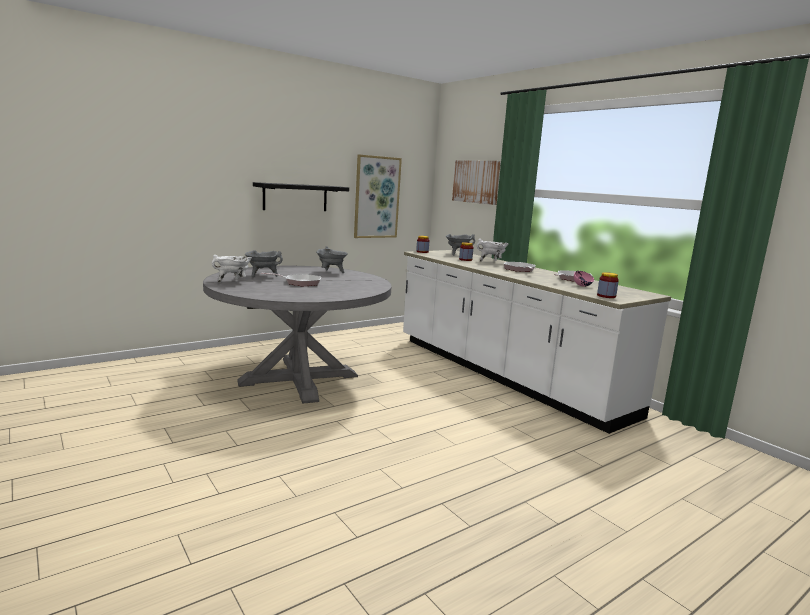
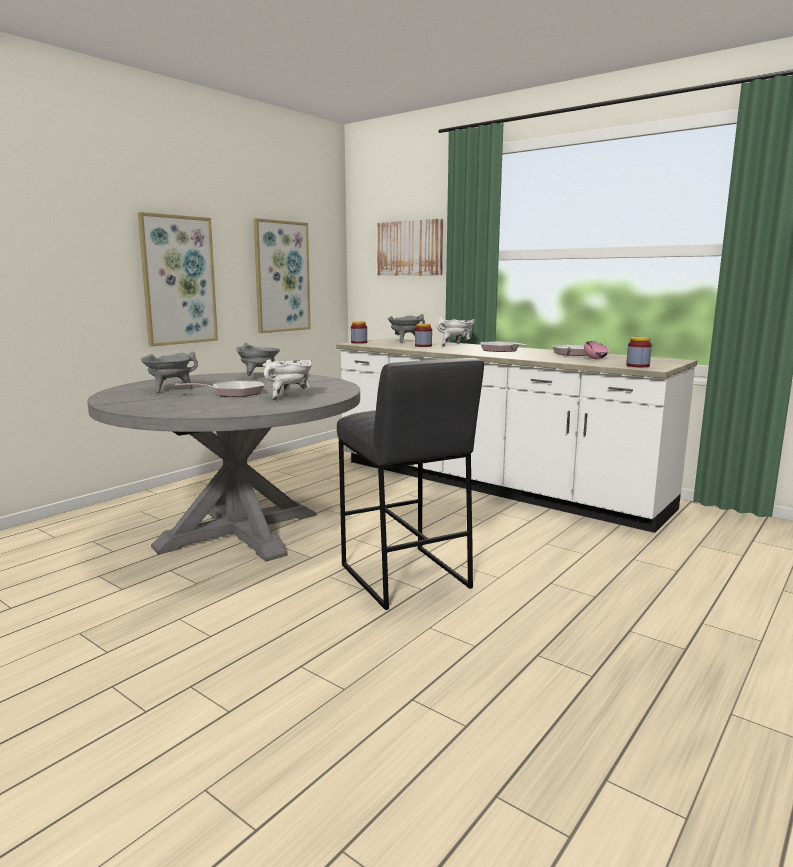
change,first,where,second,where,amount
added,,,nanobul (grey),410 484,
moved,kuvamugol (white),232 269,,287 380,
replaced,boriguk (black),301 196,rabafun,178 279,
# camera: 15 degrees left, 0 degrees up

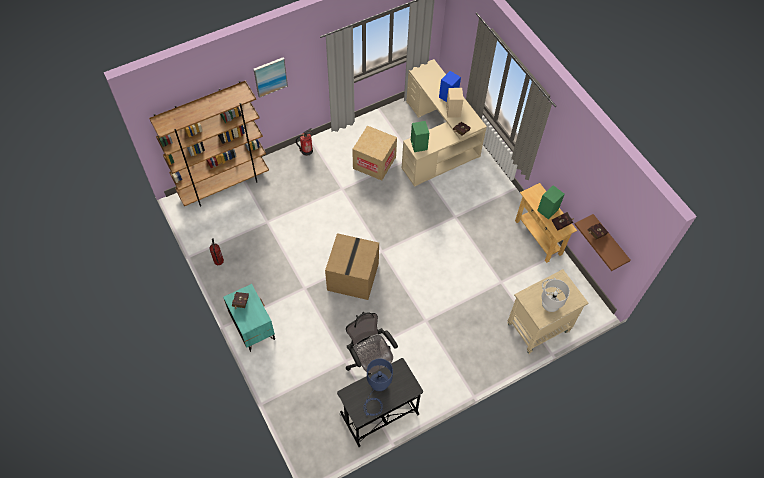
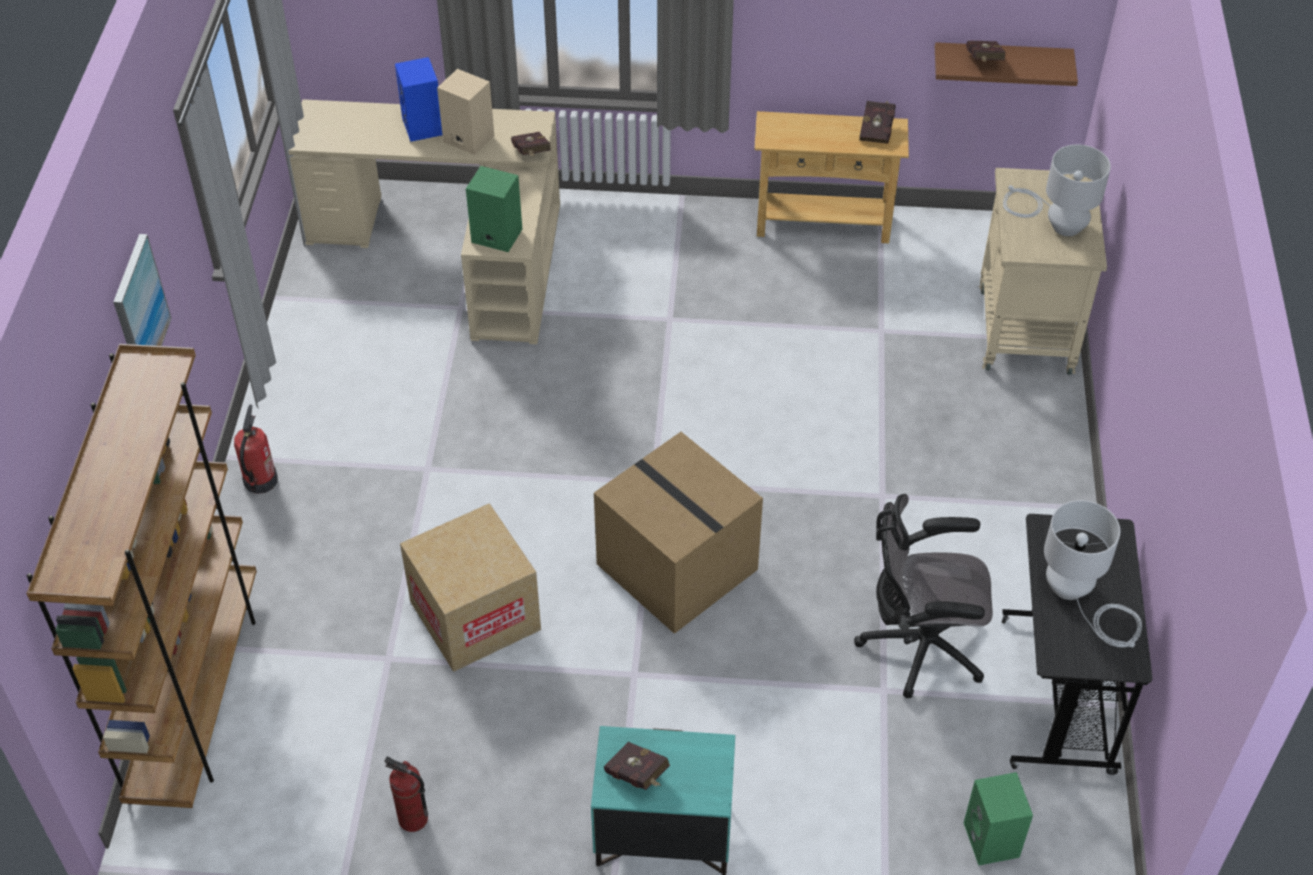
change,first,where,second,where,amount
moved,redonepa,374 153,,470 587,
moved,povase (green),551 202,,998 819,
recoloured,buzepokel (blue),378 387,buzepokel (grey),1093 574,
# camera: 55 degrees left, 10 degrees down

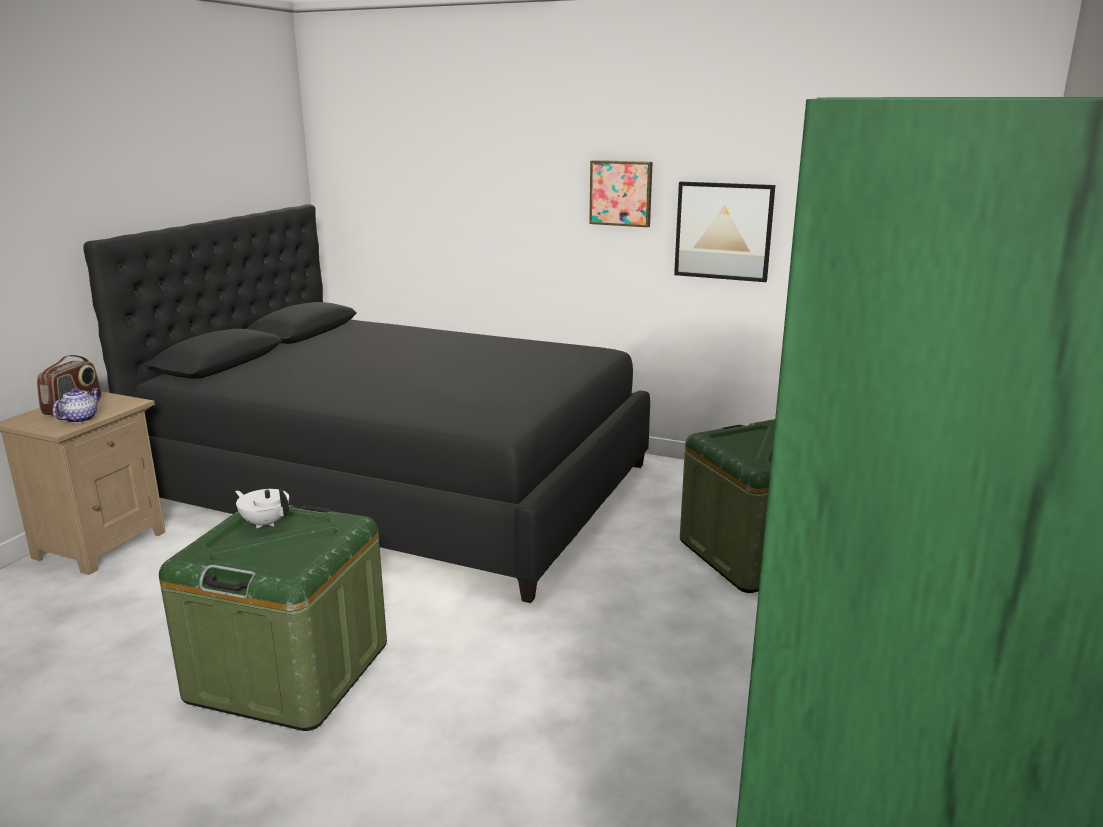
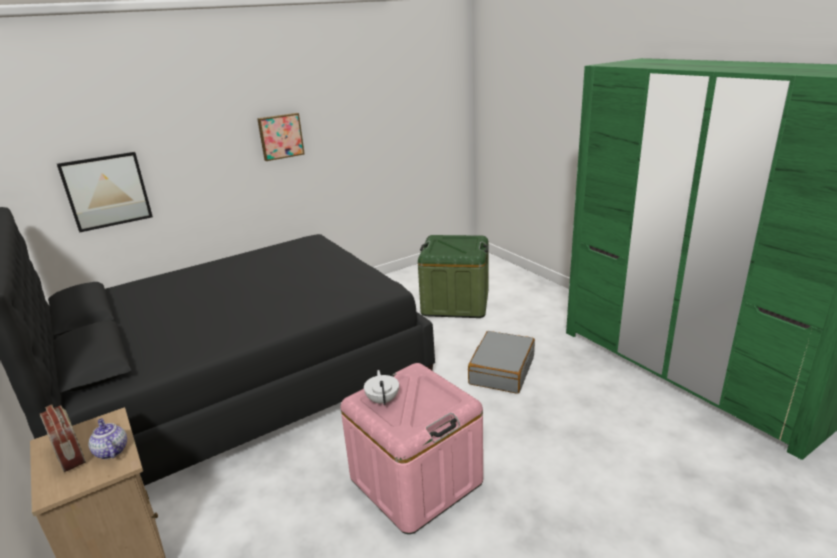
change,first,where,second,where,amount
added,,,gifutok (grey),501 362,
moved,rabafun,724 231,,105 192,
recoloured,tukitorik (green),273 618,tukitorik (pink),412 448,
turned,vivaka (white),262 508,,381 387,105 degrees clockwise
# camera: 55 degrees left, 5 degrees up

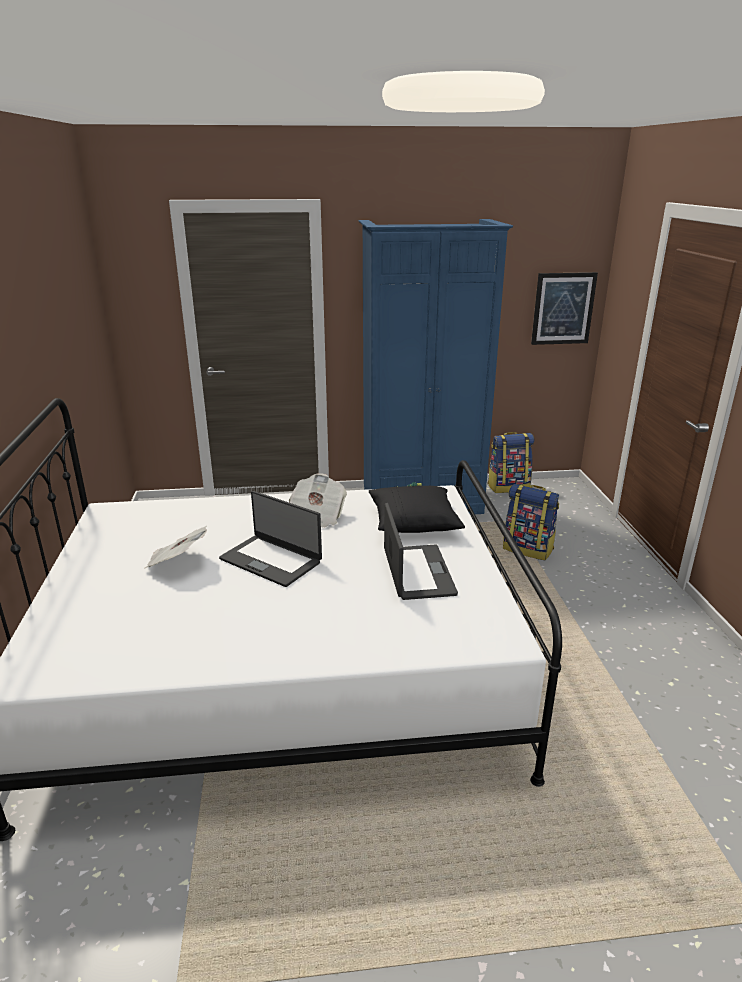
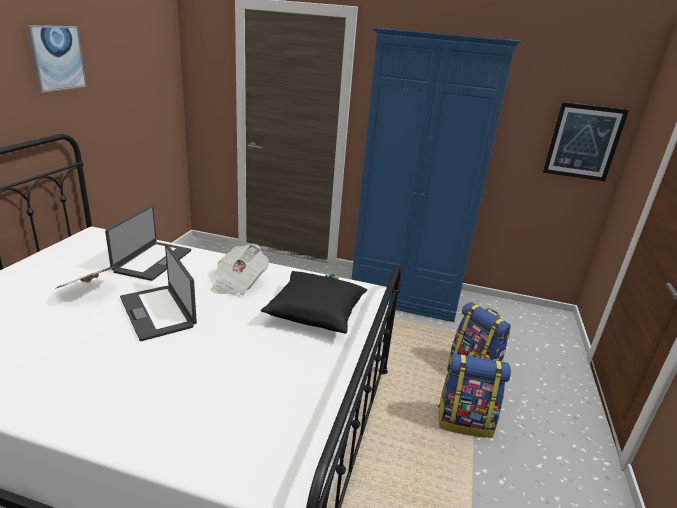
change,first,where,second,where,amount
added,,,rabafun,56 59,
moved,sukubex,421 551,,148 243,
moved,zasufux,510 462,,474 395,
# camera: 20 degrees right, 0 degrees up

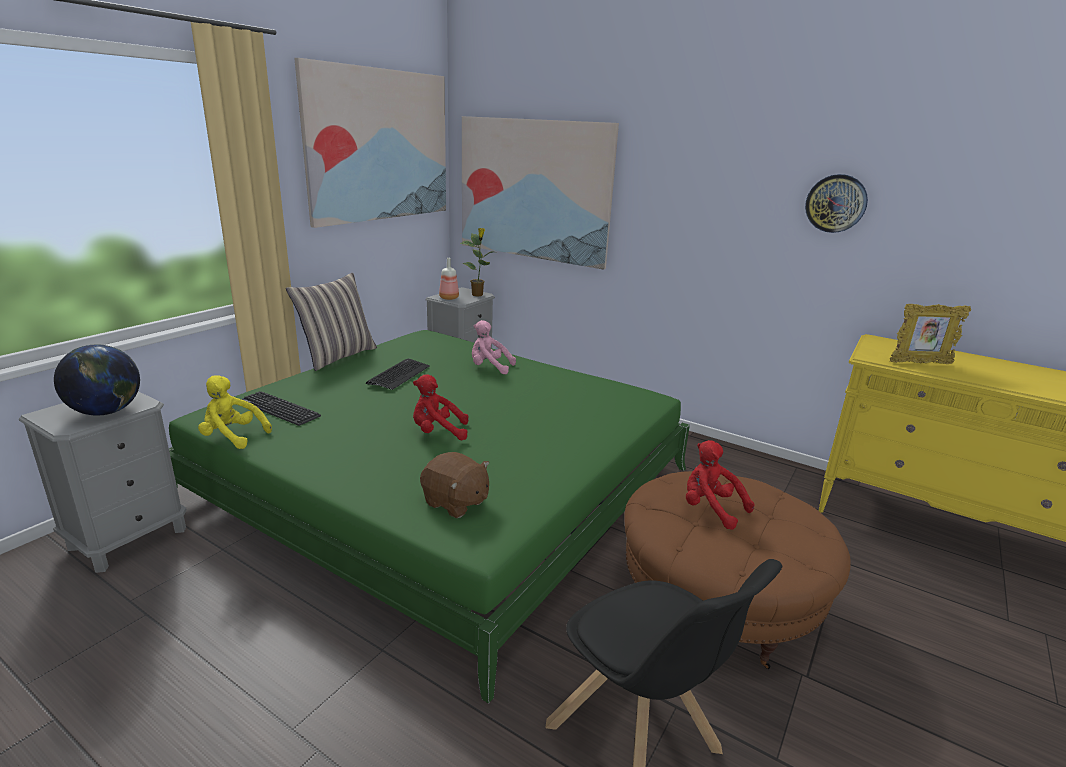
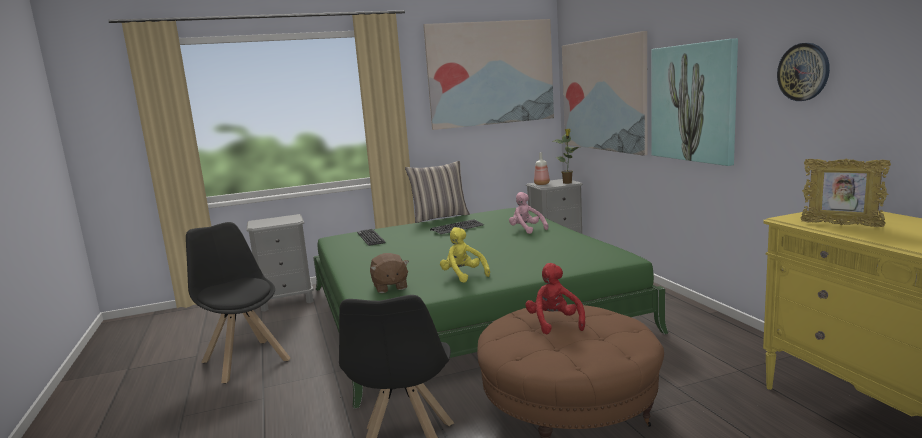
change,first,where,second,where,amount
removed,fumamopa,97 380,,,
removed,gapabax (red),441 407,,,
added,,,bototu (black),238 303,
added,,,rabafun,694 102,
moved,gapabax (yellow),235 412,,465 255,
# camera: 40 degrees right, 10 degrees down

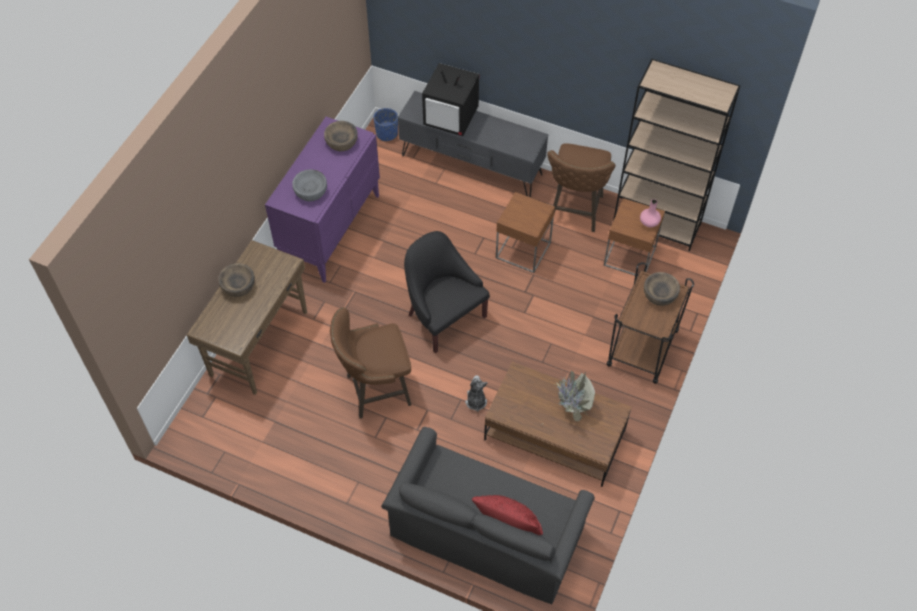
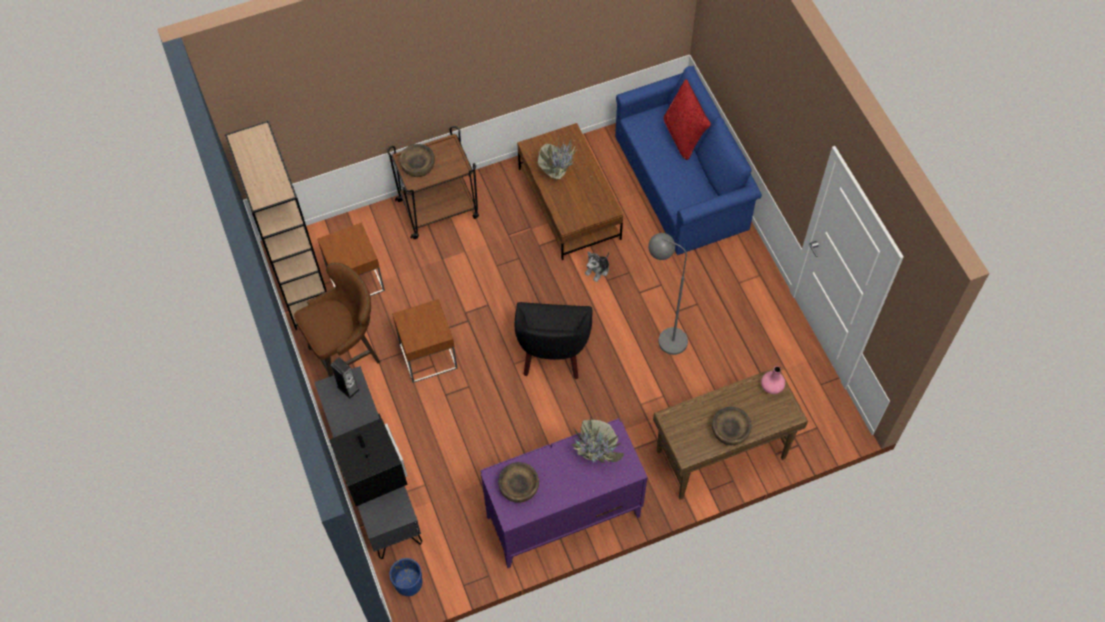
change,first,where,second,where,amount
added,,,povase,345 378,
moved,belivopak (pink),650 213,,773 380,
replaced,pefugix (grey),309 185,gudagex,597 454,
replaced,nanobul (brown),370 363,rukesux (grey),668 294,
recoloured,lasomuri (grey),488 515,lasomuri (blue),688 160,
# camera: 135 degrees left, 5 degrees up

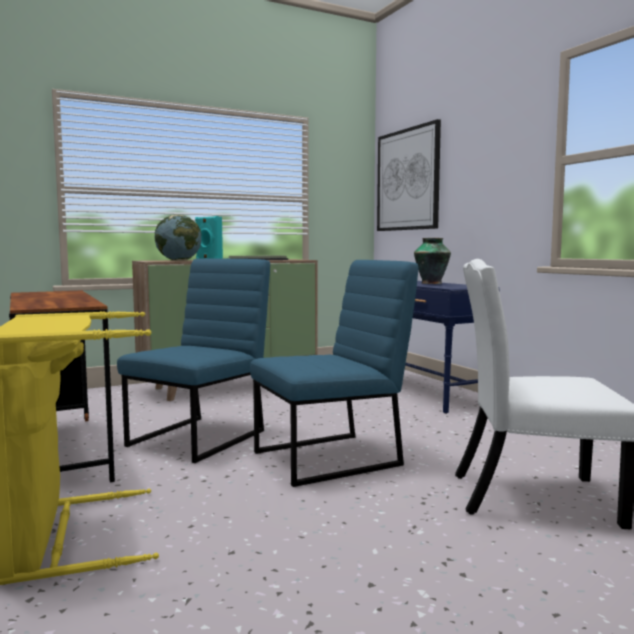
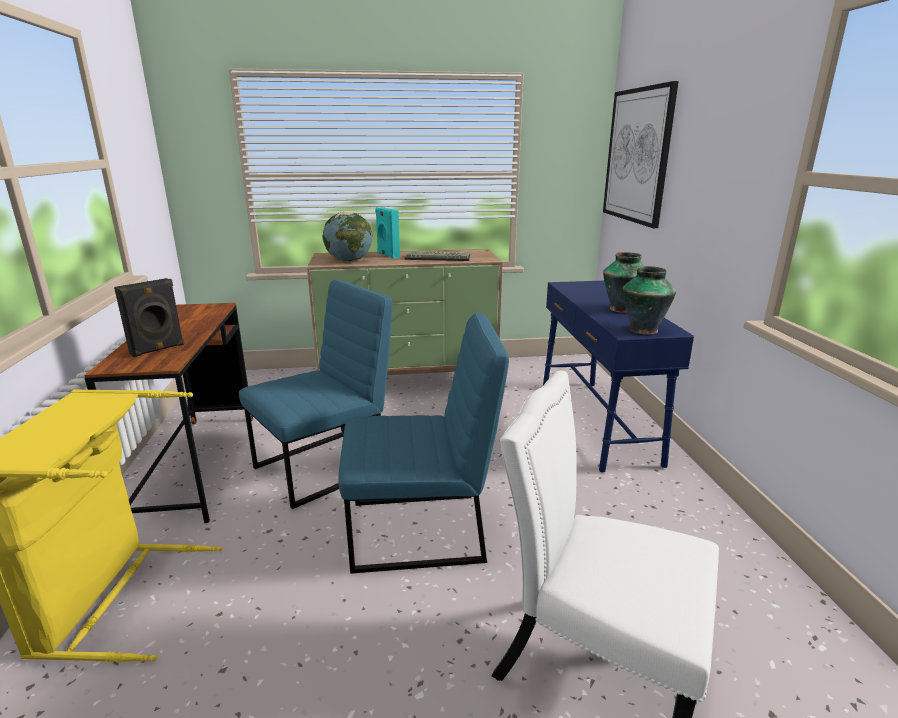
change,first,where,second,where,amount
added,,,povase (black),149 317,
added,,,belivopak,649 300,
# camera: 20 degrees right, 15 degrees up

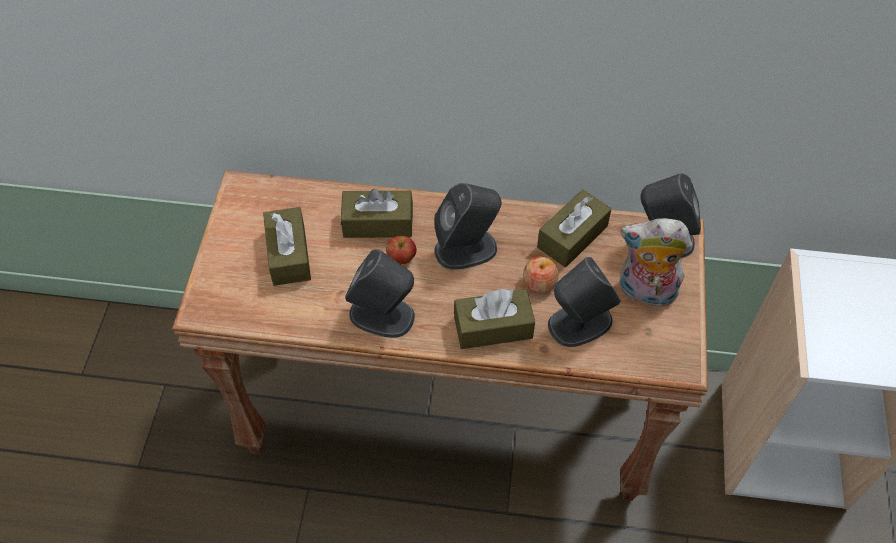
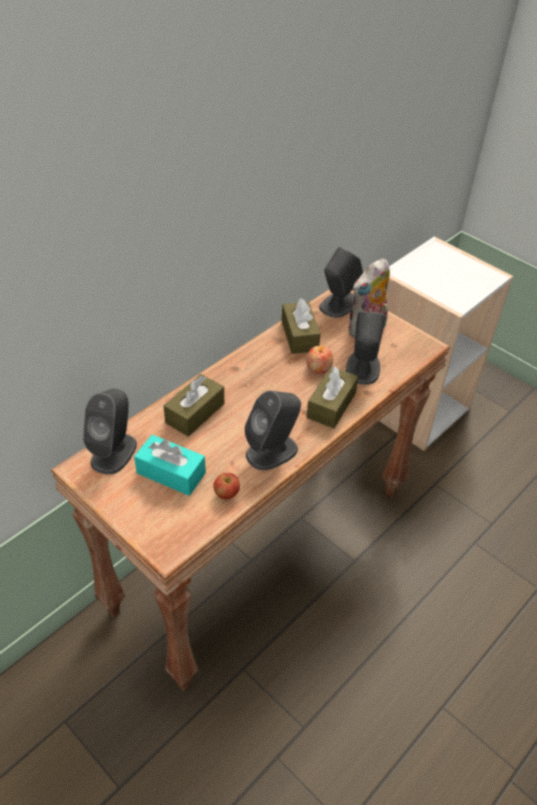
change,first,where,second,where,amount
moved,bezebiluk,401 250,,226 486,
moved,povase (grey),468 226,,110 432,
recoloured,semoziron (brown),287 246,semoziron (turquoise),170 465,
# camera: 55 degrees left, 10 degrees down

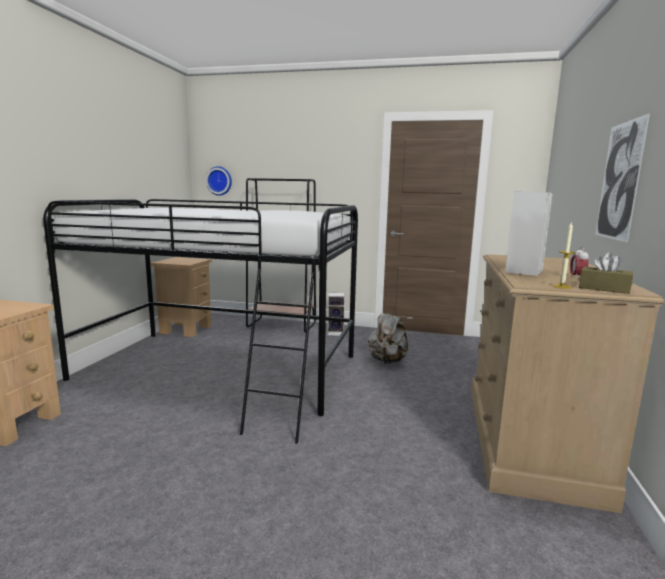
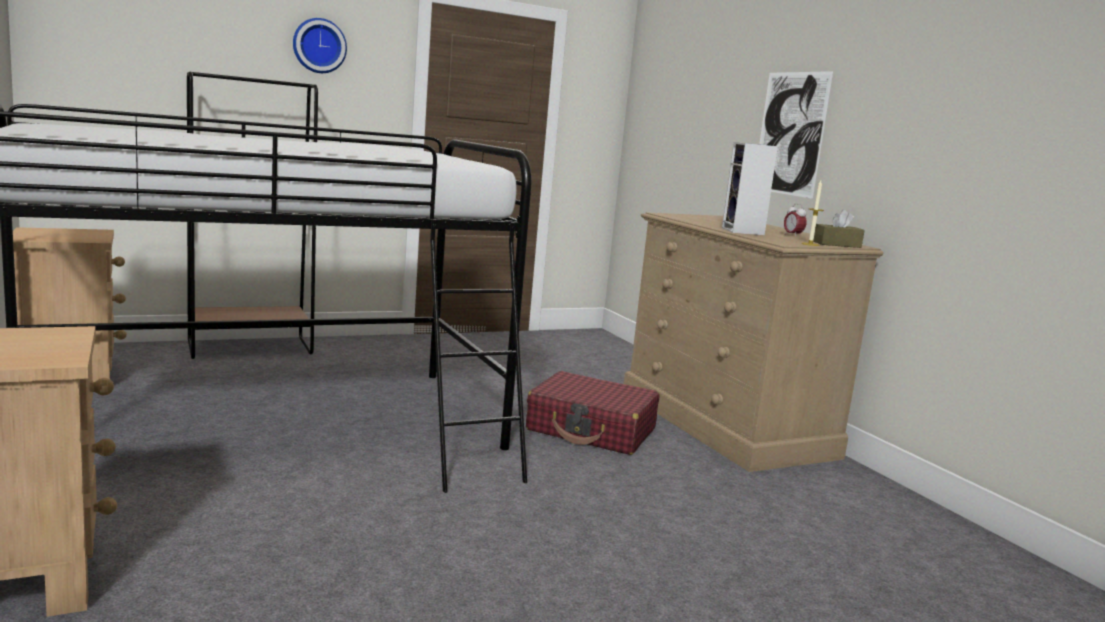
change,first,where,second,where,amount
removed,povase,336 314,,,
removed,zasufux (grey),388 336,,,
added,,,gifutok (red),593 413,
moved,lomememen,219 181,,320 45,
# camera: 40 degrees left, 0 degrees up

